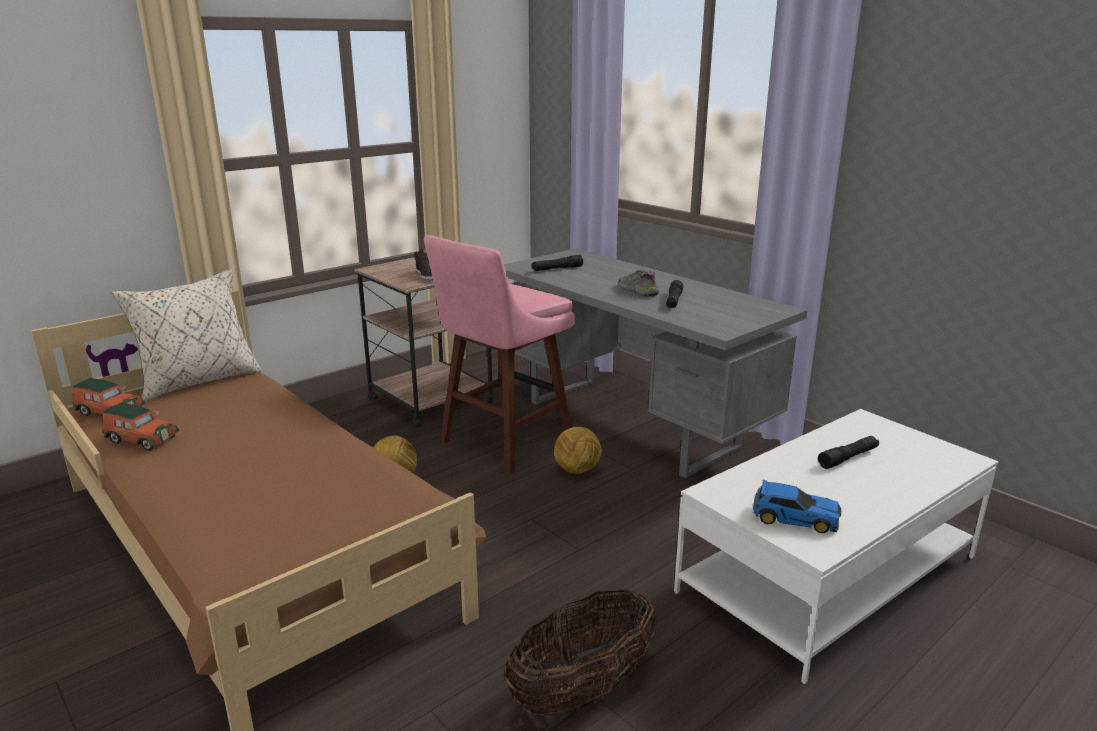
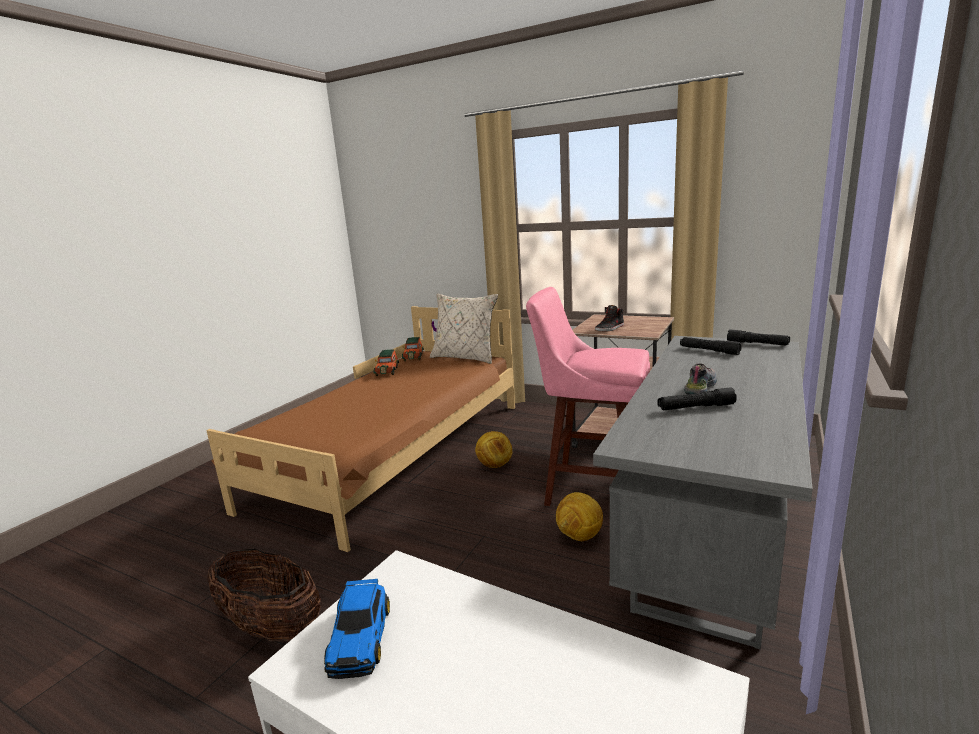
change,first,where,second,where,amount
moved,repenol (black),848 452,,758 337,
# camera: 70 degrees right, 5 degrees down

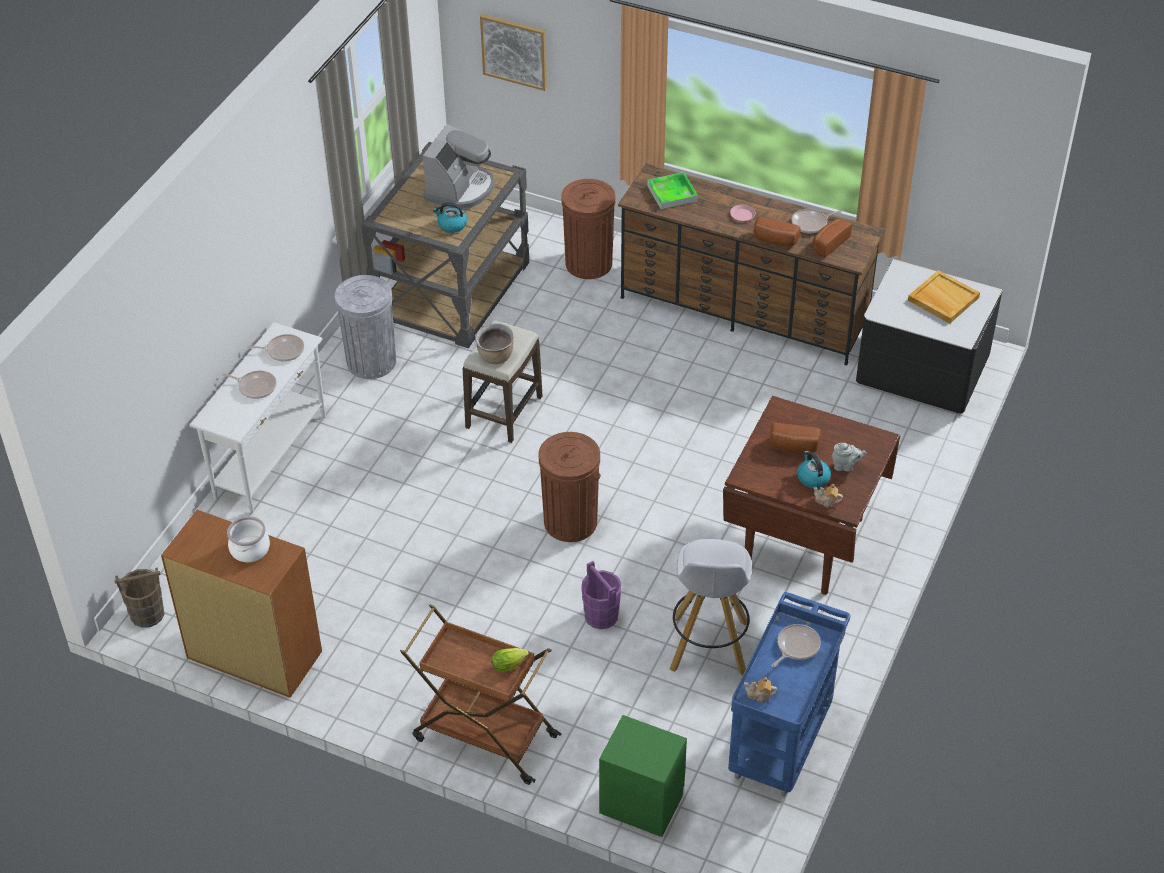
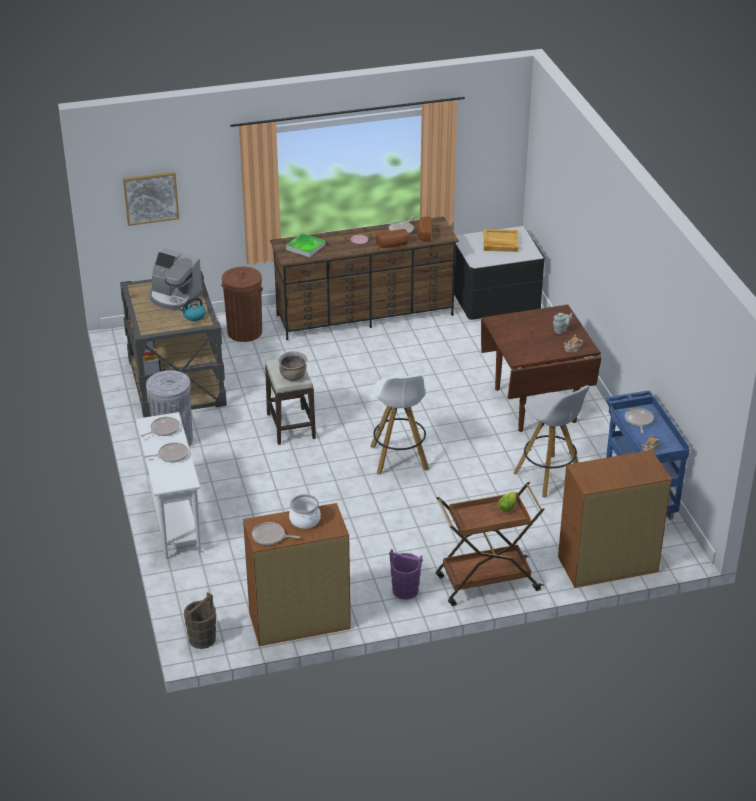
change,first,where,second,where,amount
removed,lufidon,795 438,,,
removed,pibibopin,814 469,,,
added,,,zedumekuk,276 533,
moved,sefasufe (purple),601 595,,406 574,
replaced,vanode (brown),569 487,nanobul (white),399 424,
replaced,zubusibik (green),643 776,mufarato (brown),615 519,
turned,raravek,458 167,,176 279,135 degrees clockwise
# camera: 40 degrees left, 10 degrees down

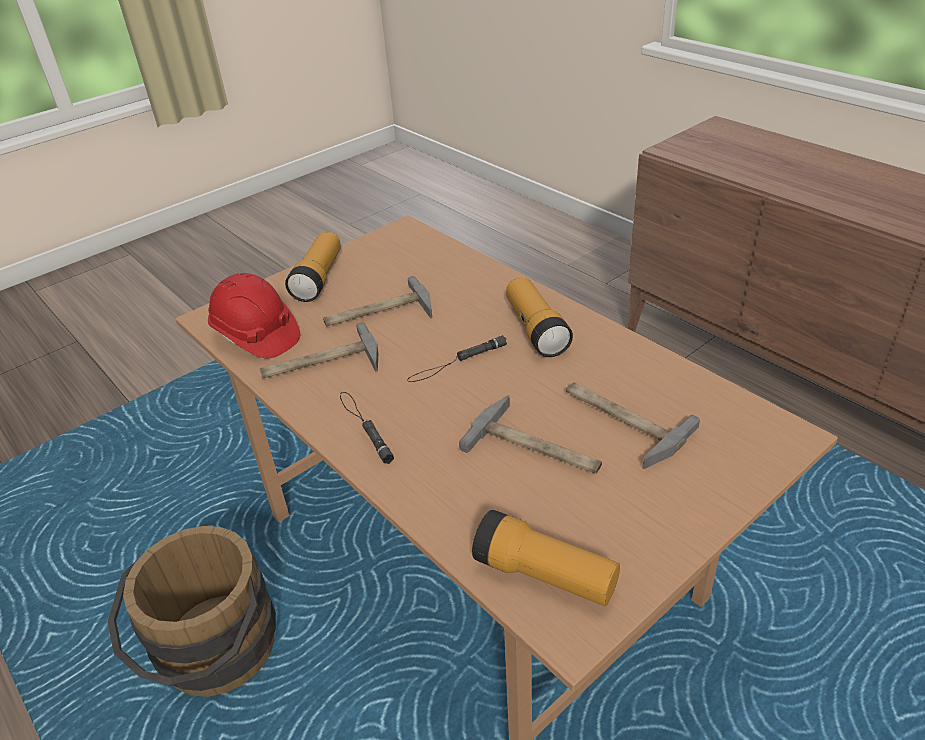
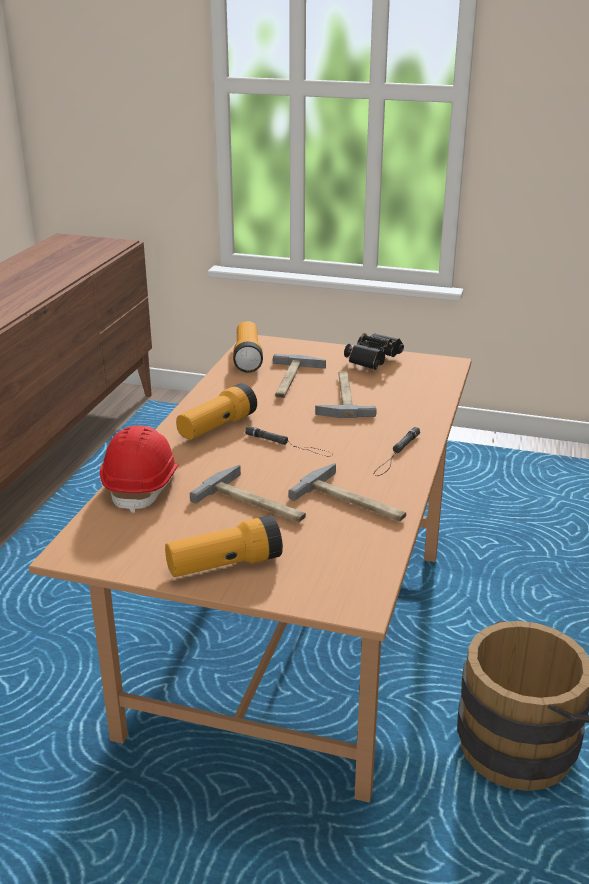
change,first,where,second,where,amount
added,,,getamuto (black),374 351,
moved,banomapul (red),254 315,,139 469,
moved,repenol,546 558,,248 347,
# camera: 125 degrees left, 10 degrees down

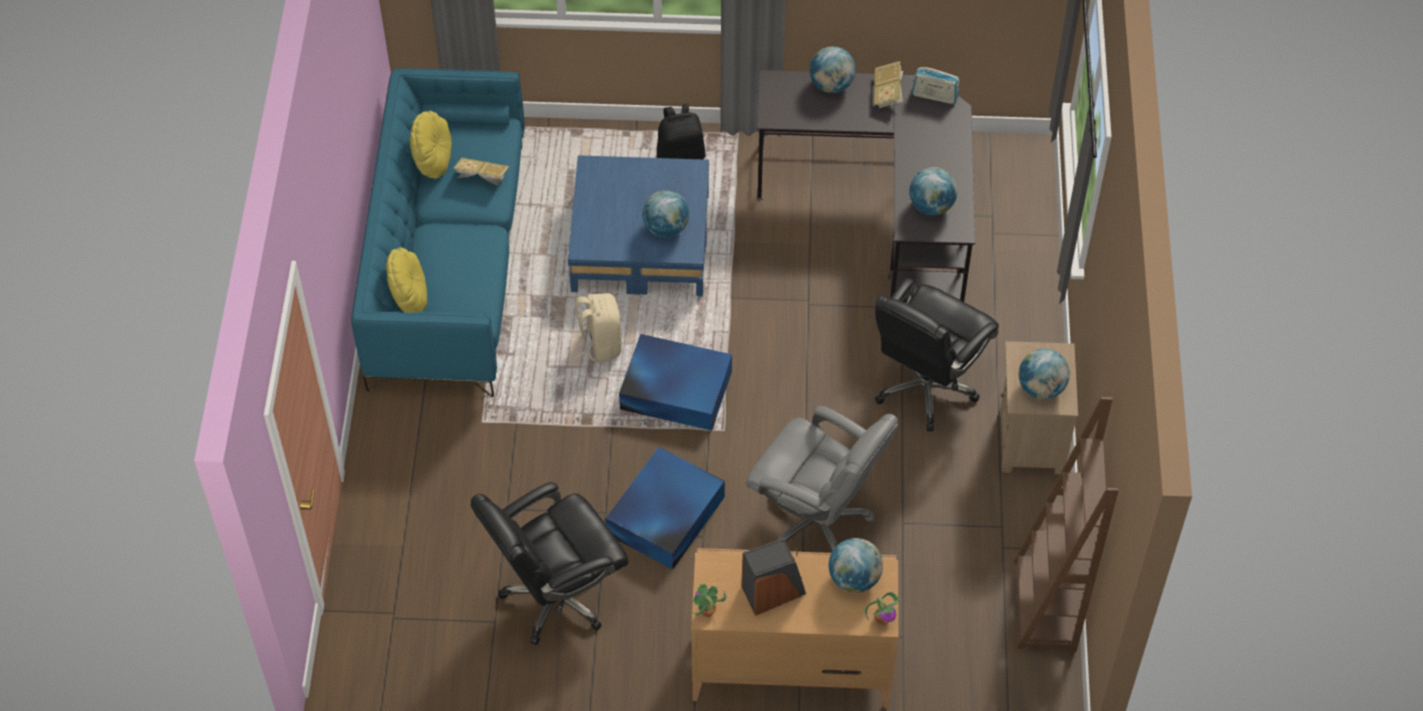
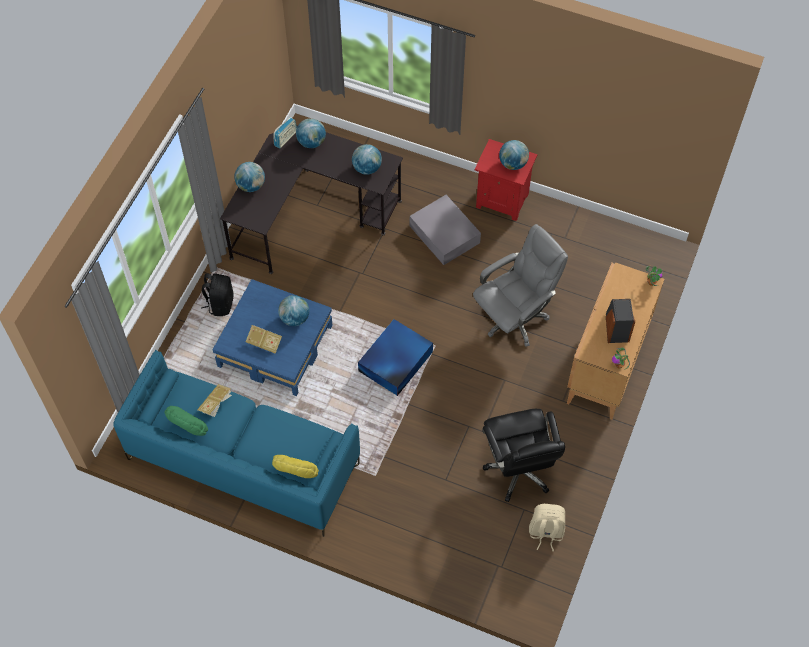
change,first,where,second,where,amount
removed,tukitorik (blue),665 508,,,
removed,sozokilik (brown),1066 524,,,
moved,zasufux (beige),596 327,,547 527,
moved,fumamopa,856 565,,311 133,
moved,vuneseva,888 84,,264 339,
replaced,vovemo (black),937 354,tukitorik (grey),445 230,
recoloured,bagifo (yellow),431 145,bagifo (green),186 421,
recoloured,zubusibik (beige),1039 407,zubusibik (red),506 180,
# camera: 70 degrees left, 5 degrees up

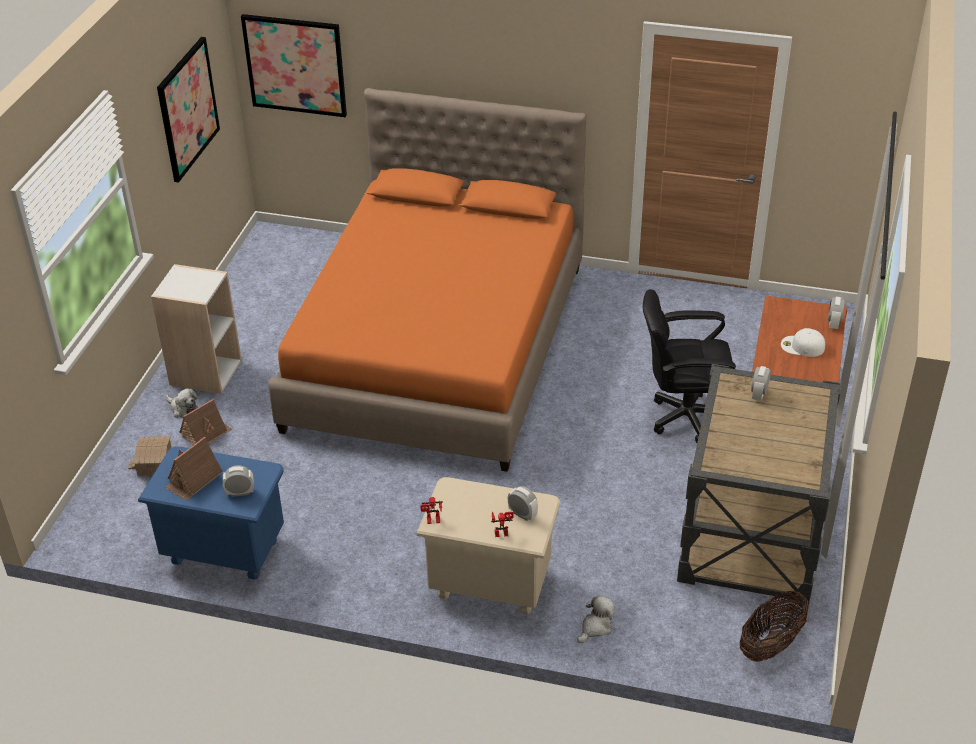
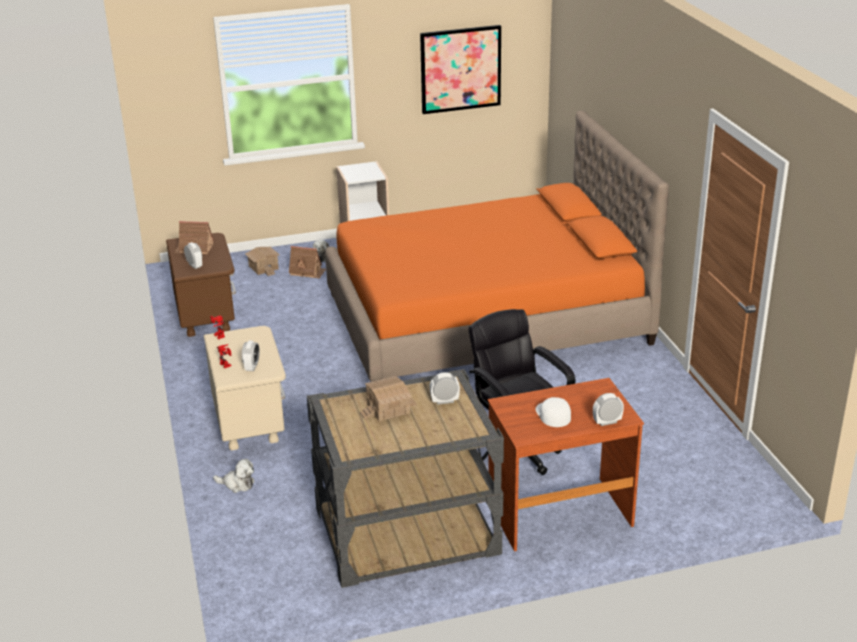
change,first,where,second,where,amount
removed,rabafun,294 65,,,
removed,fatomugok,774 626,,,
added,,,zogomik,388 399,
recoloured,zubusibik (blue),211 513,zubusibik (brown),201 285,
# camera: 60 degrees right, 10 degrees down

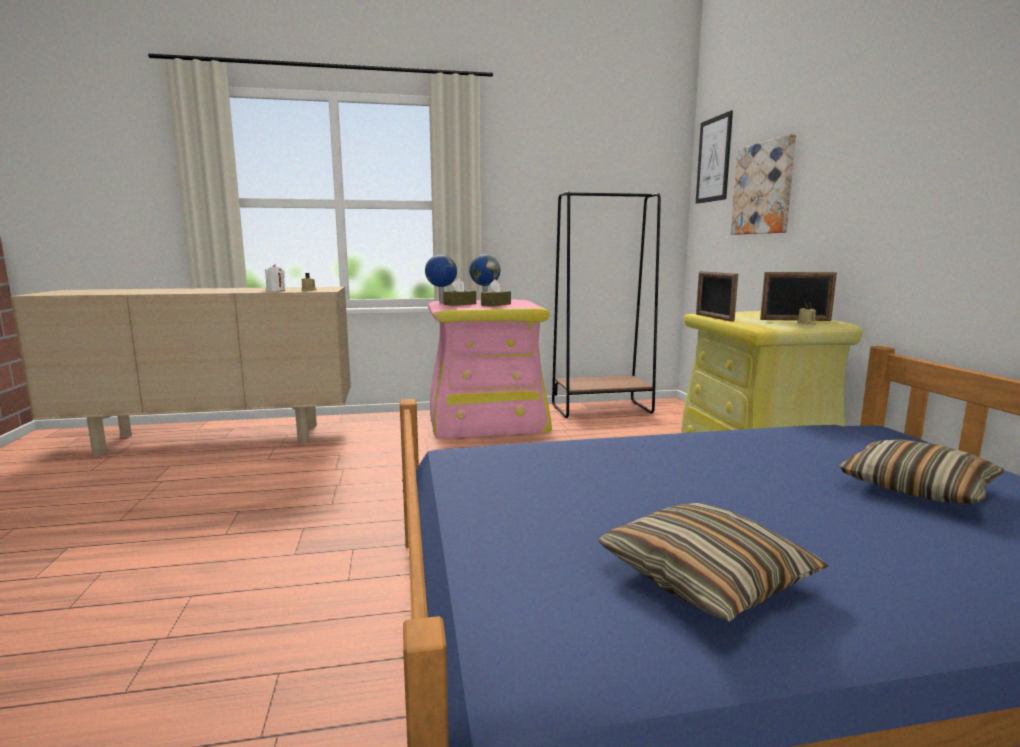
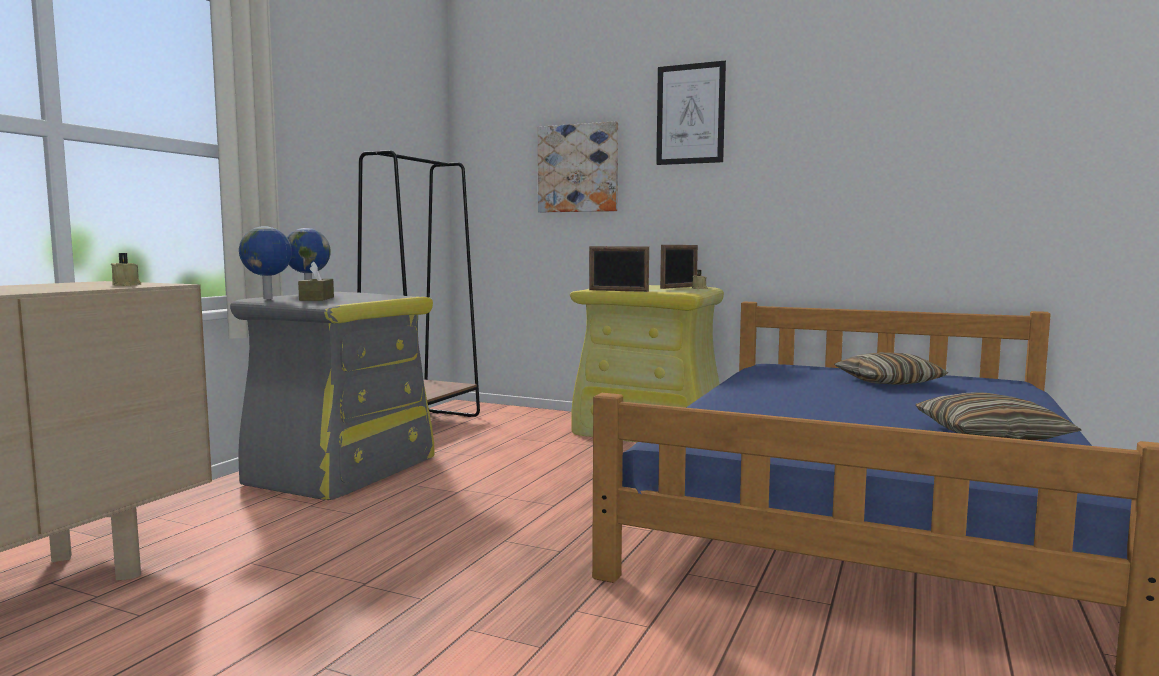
change,first,where,second,where,amount
removed,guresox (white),275 278,,,
removed,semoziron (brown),496 293,,,
moved,rabafun,714 157,,691 113,
recoloured,zubusibik (pink),490 369,zubusibik (grey),332 396,
# camera: 55 degrees left, 5 degrees down

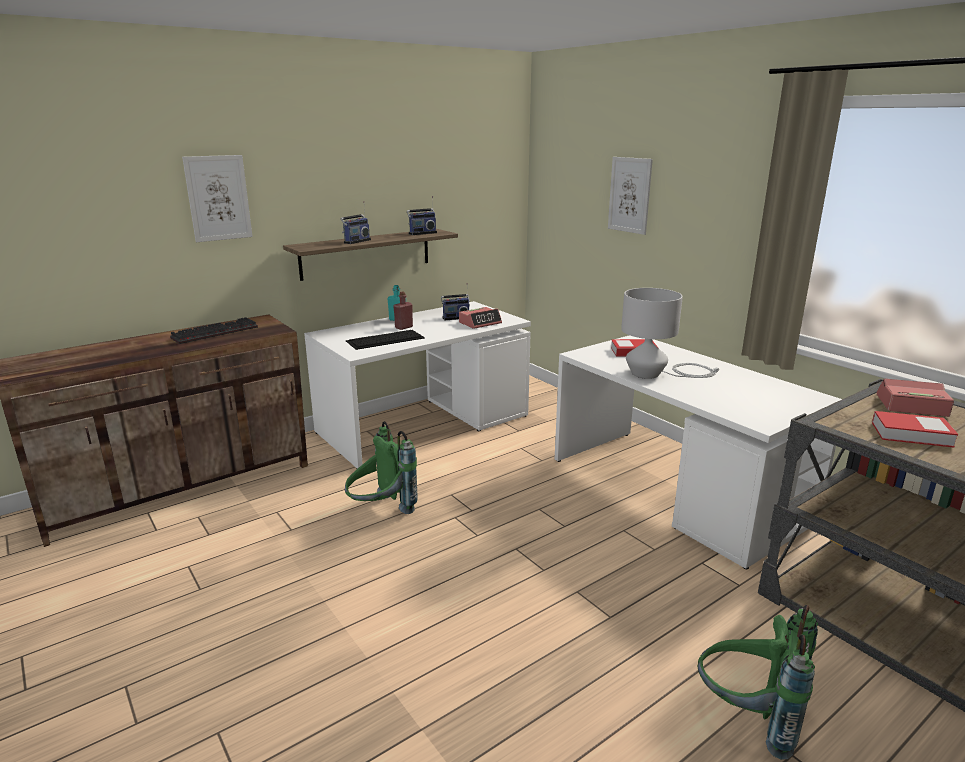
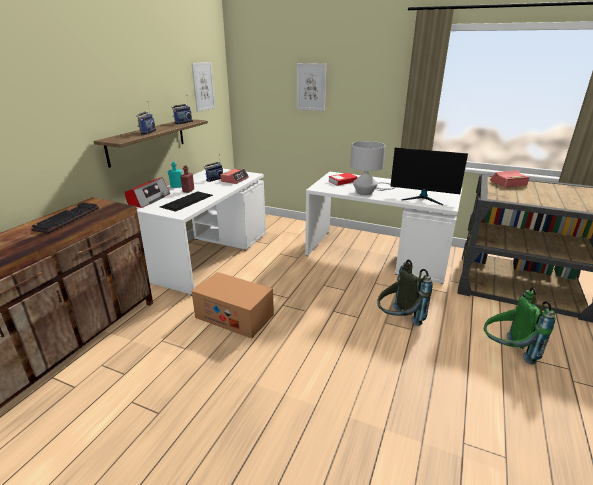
change,first,where,second,where,amount
removed,vuneseva,915 429,,,
added,,,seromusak,147 192,
added,,,zasufux (grey),405 293,
added,,,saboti,429 176,
moved,rabafun,217 198,,203 87,
replaced,zasufux (green),381 467,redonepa,232 305,
# camera: 30 degrees left, 5 degrees up

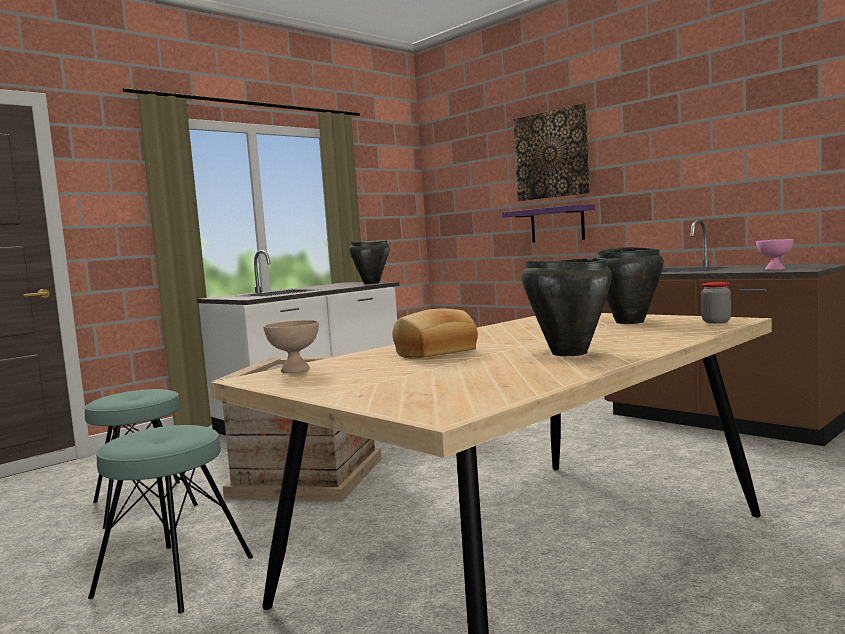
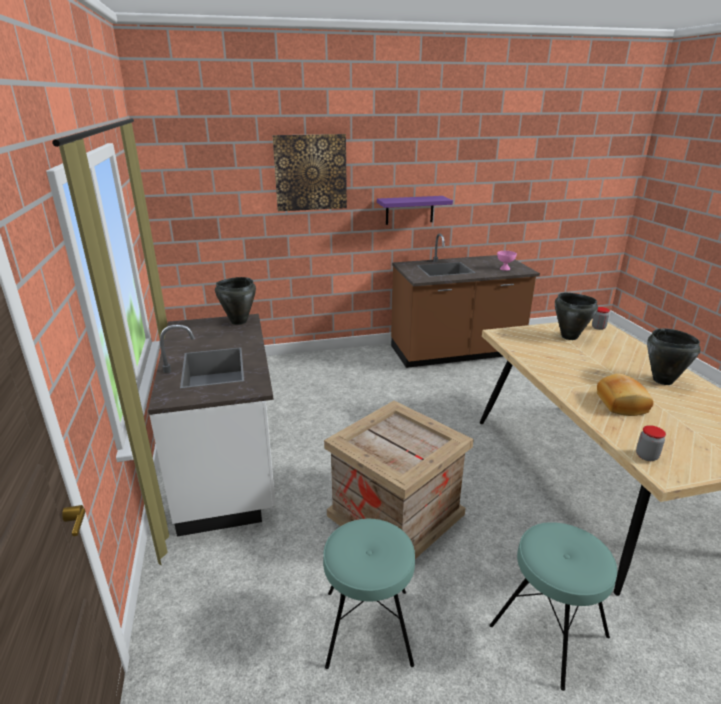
change,first,where,second,where,amount
moved,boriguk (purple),548 223,,415 210,
replaced,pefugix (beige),291 346,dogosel,651 443,
# camera: 60 degrees left, 20 degrees up

